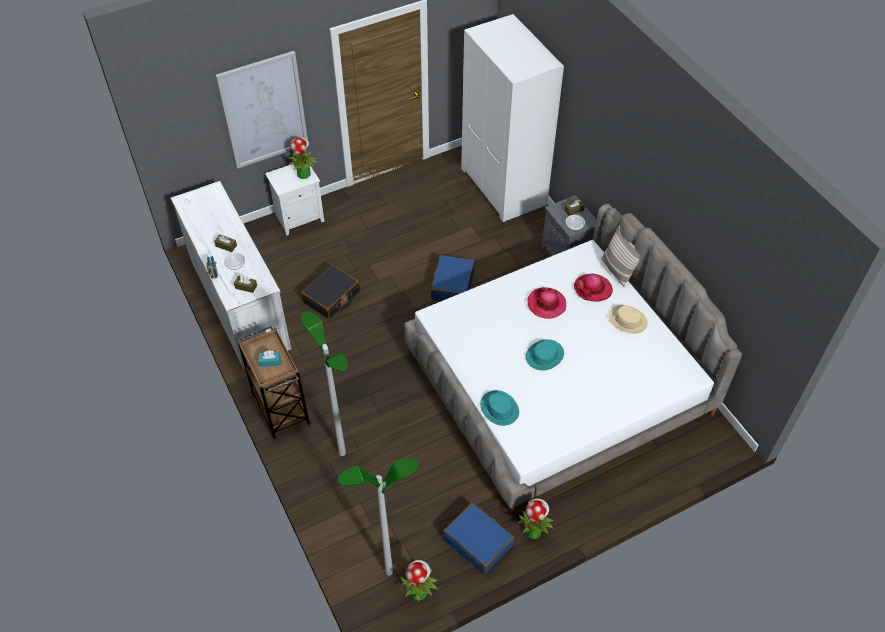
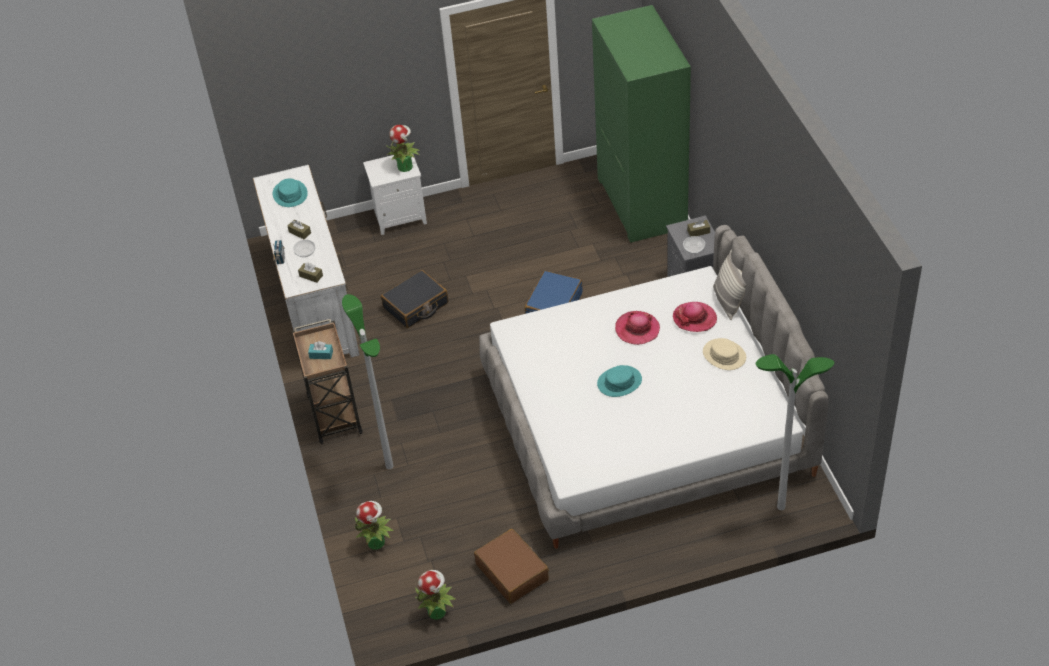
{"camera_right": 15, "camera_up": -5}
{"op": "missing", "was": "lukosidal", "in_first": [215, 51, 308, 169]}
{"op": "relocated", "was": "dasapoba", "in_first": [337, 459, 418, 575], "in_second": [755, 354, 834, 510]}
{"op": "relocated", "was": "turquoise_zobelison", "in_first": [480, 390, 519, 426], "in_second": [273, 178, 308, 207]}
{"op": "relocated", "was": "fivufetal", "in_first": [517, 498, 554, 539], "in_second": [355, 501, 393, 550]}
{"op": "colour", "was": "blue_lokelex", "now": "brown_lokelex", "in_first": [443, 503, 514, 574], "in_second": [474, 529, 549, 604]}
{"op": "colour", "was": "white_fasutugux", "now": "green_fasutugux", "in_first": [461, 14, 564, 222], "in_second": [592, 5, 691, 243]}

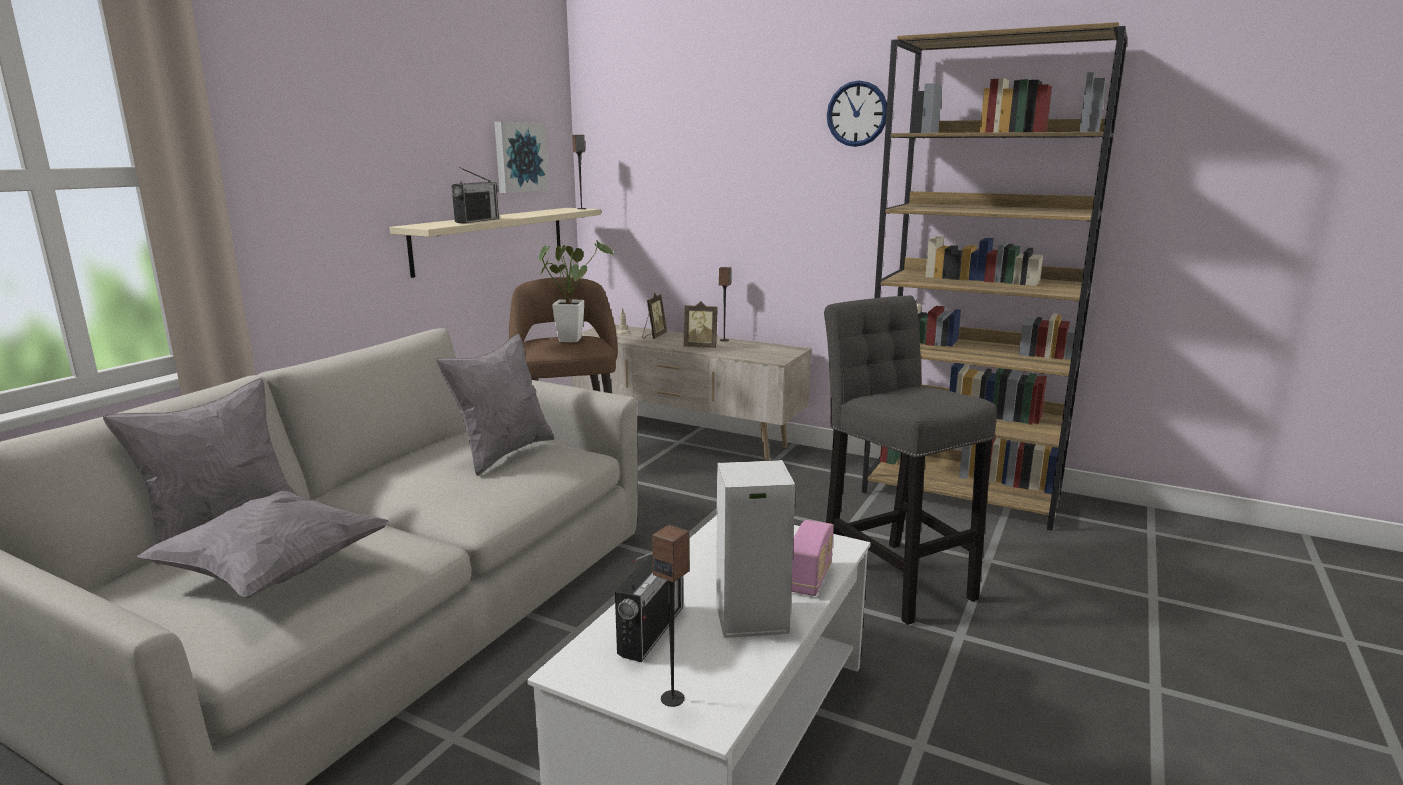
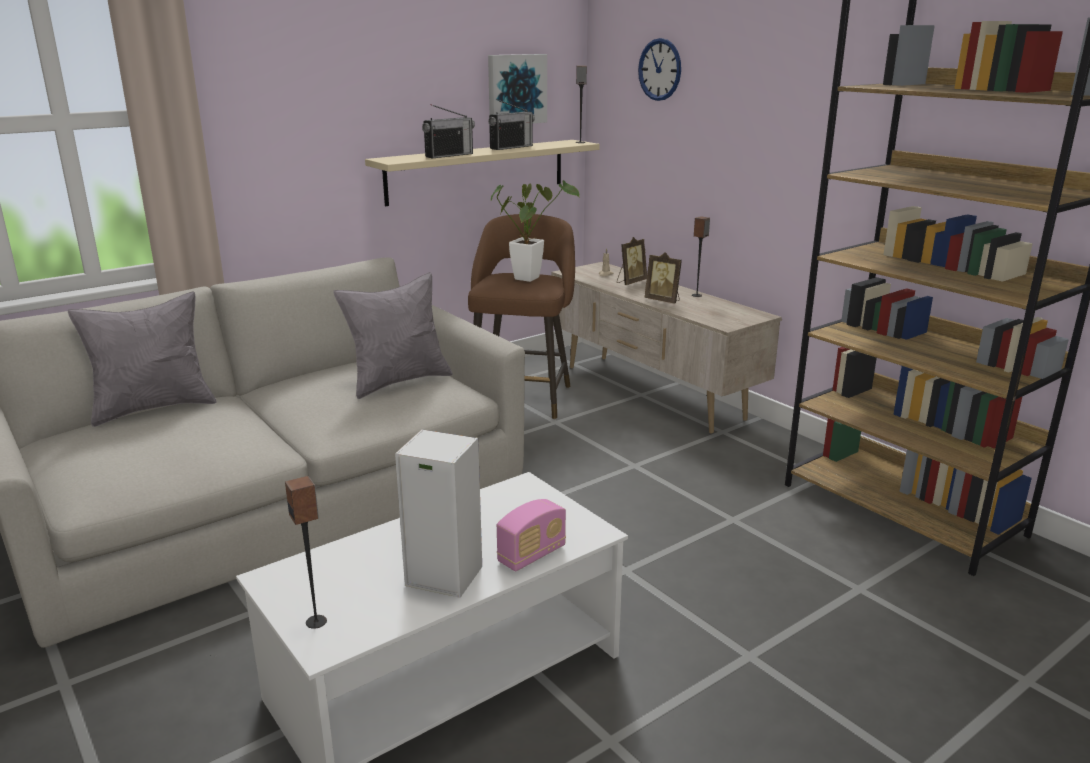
{"camera_right": 25, "camera_up": 5}
{"op": "missing", "was": "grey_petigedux", "in_first": [137, 491, 390, 598]}
{"op": "missing", "was": "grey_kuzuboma", "in_first": [824, 295, 997, 625]}
{"op": "relocated", "was": "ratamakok", "in_first": [615, 552, 683, 662], "in_second": [488, 99, 535, 150]}
{"op": "relocated", "was": "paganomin", "in_first": [827, 80, 887, 147], "in_second": [638, 38, 681, 101]}

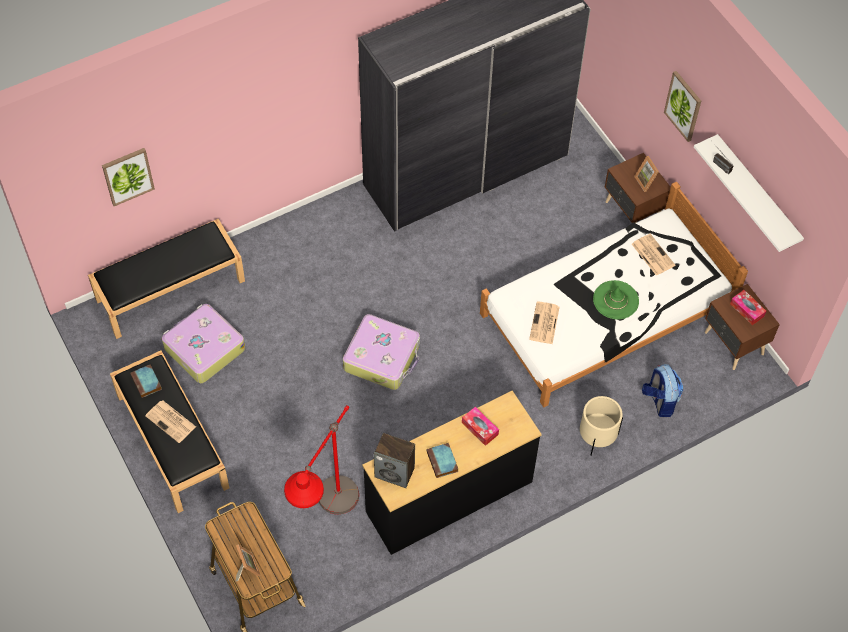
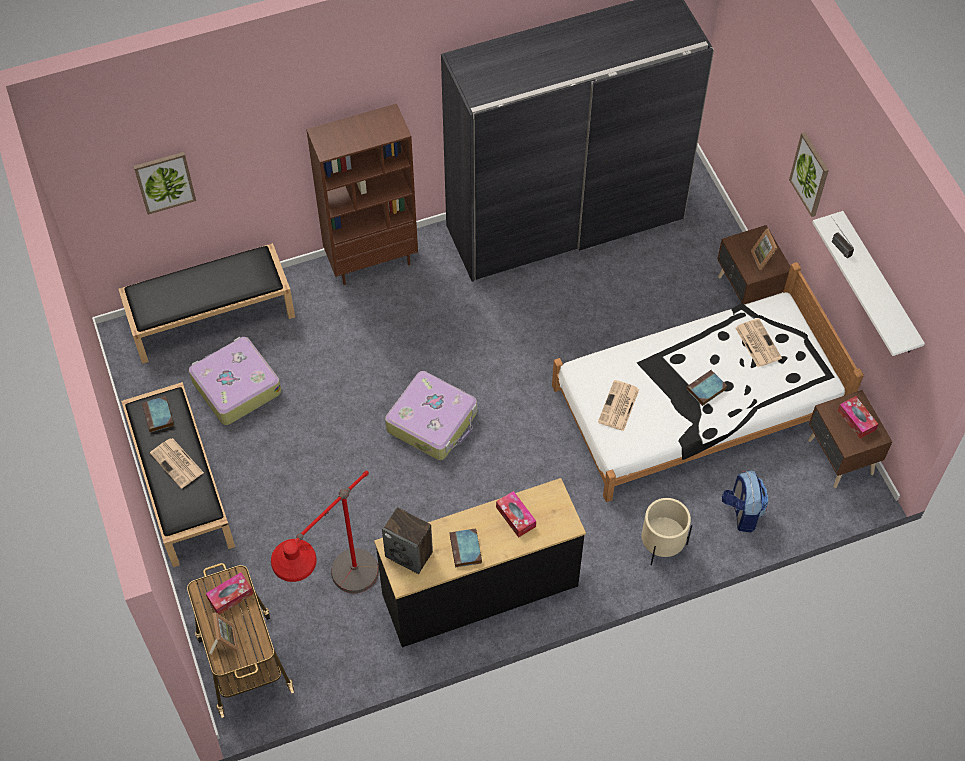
{"camera_right": 10, "camera_up": 0}
{"op": "appeared", "now": "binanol", "in_second": [206, 572, 253, 614]}
{"op": "appeared", "now": "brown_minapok", "in_second": [306, 104, 418, 285]}
{"op": "exchanged", "was": "green_zobelison", "now": "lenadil", "in_first": [593, 280, 639, 319], "in_second": [687, 370, 727, 406]}

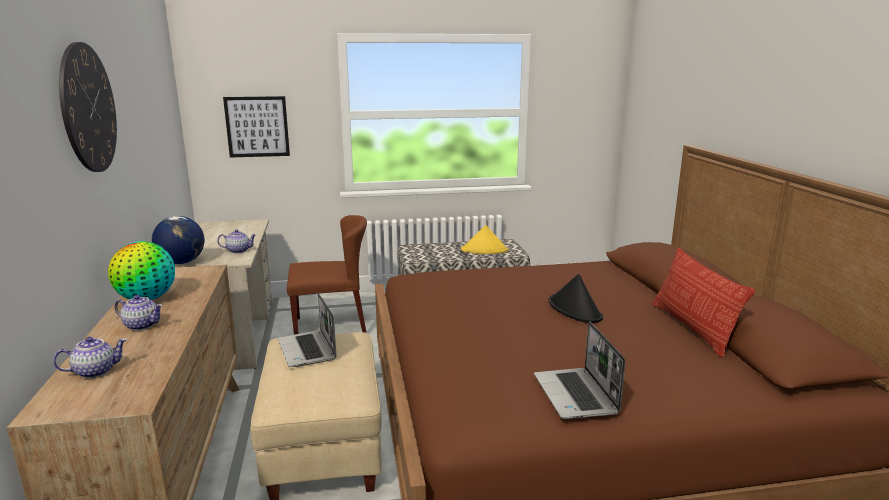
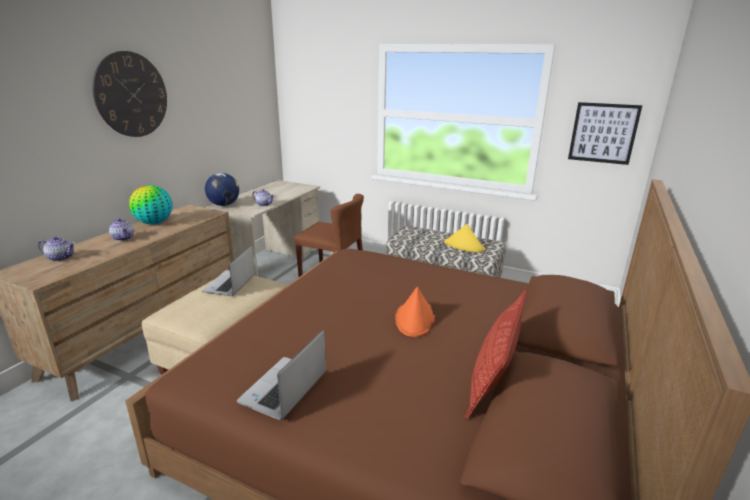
{"camera_right": 35, "camera_up": 5}
{"op": "relocated", "was": "lukosidal", "in_first": [223, 96, 290, 158], "in_second": [568, 102, 642, 165]}
{"op": "colour", "was": "black_zobelison", "now": "orange_zobelison", "in_first": [549, 274, 603, 323], "in_second": [396, 287, 435, 337]}

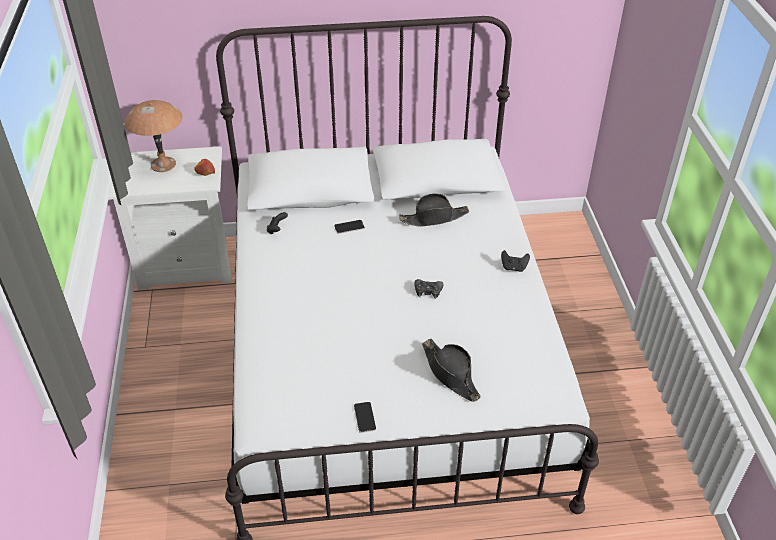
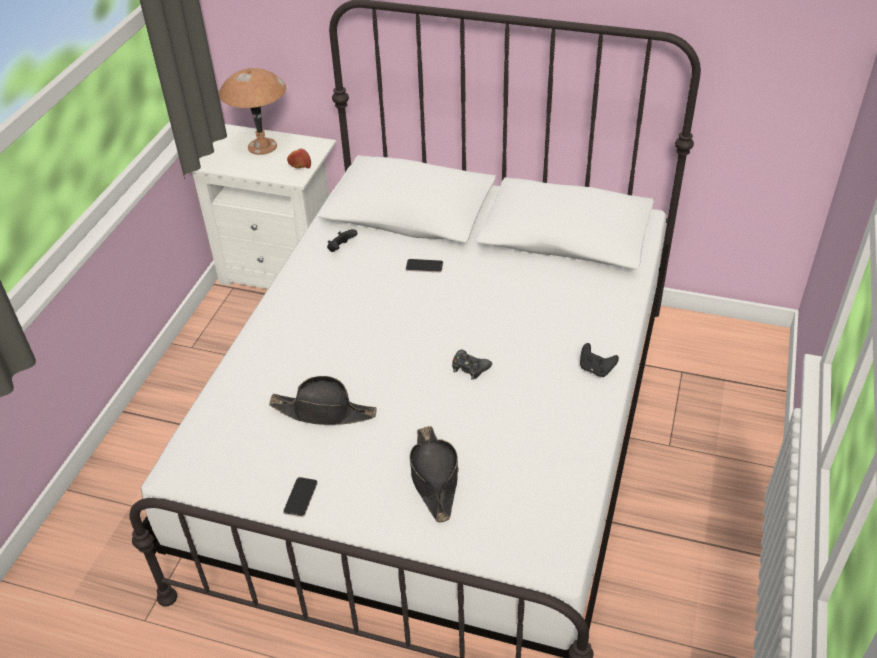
{"camera_right": 25, "camera_up": 0}
{"op": "relocated", "was": "black_zobelison", "in_first": [399, 193, 469, 227], "in_second": [269, 376, 377, 425]}

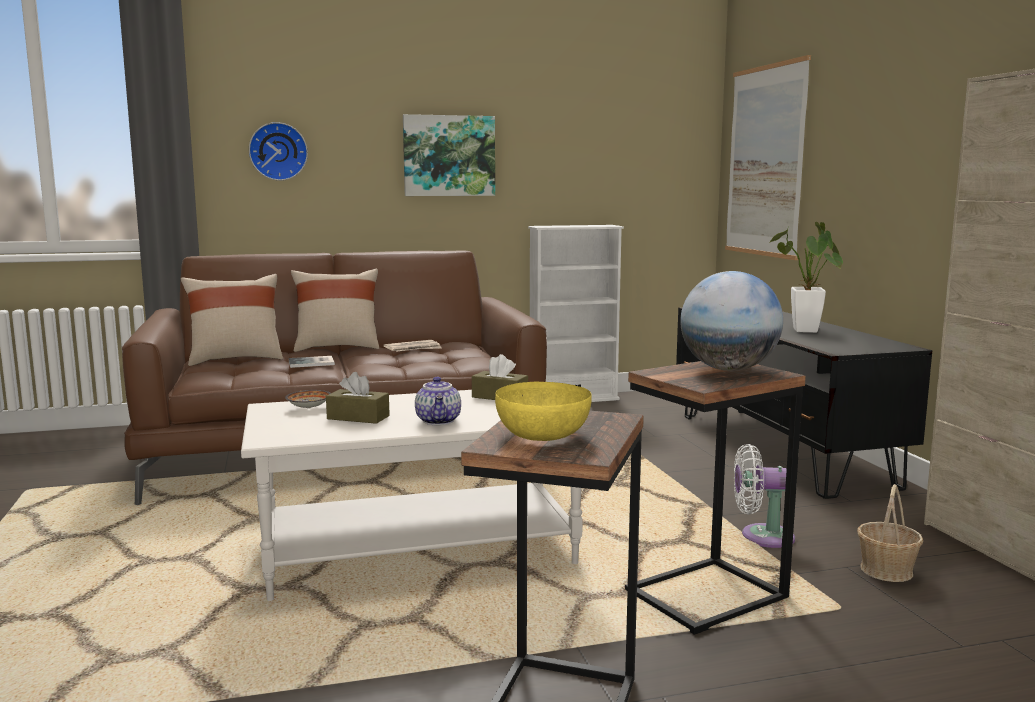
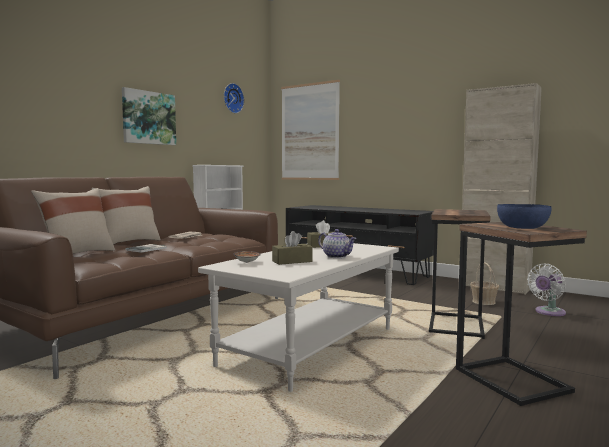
{"camera_right": -40, "camera_up": -5}
{"op": "missing", "was": "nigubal", "in_first": [680, 271, 783, 371]}
{"op": "missing", "was": "fivufetal", "in_first": [769, 222, 843, 333]}
{"op": "relocated", "was": "paganomin", "in_first": [249, 122, 308, 181], "in_second": [224, 83, 244, 113]}
{"op": "relocated", "was": "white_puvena", "in_first": [734, 444, 795, 548], "in_second": [527, 264, 566, 316]}
{"op": "colour", "was": "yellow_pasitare", "now": "blue_pasitare", "in_first": [495, 382, 592, 441], "in_second": [497, 204, 552, 229]}

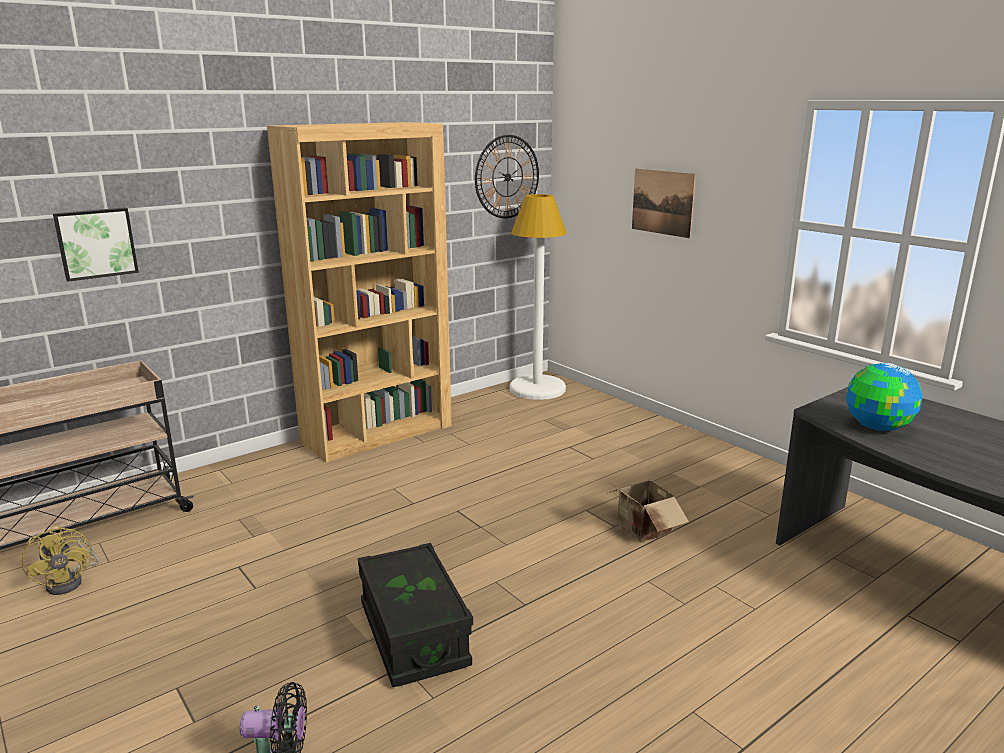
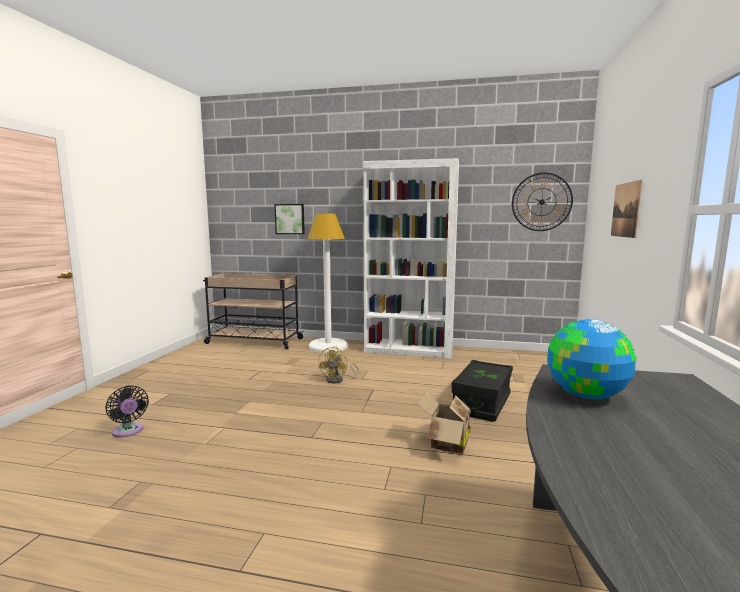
{"camera_right": 50, "camera_up": -10}
{"op": "relocated", "was": "yellow_puvena", "in_first": [22, 525, 100, 595], "in_second": [318, 346, 359, 383]}
{"op": "relocated", "was": "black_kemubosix", "in_first": [358, 543, 473, 687], "in_second": [452, 360, 513, 422]}
{"op": "relocated", "was": "white_dasapoba", "in_first": [510, 194, 567, 400], "in_second": [307, 214, 348, 353]}
{"op": "colour", "was": "brown_minapok", "now": "white_minapok", "in_first": [267, 122, 452, 463], "in_second": [363, 158, 459, 359]}

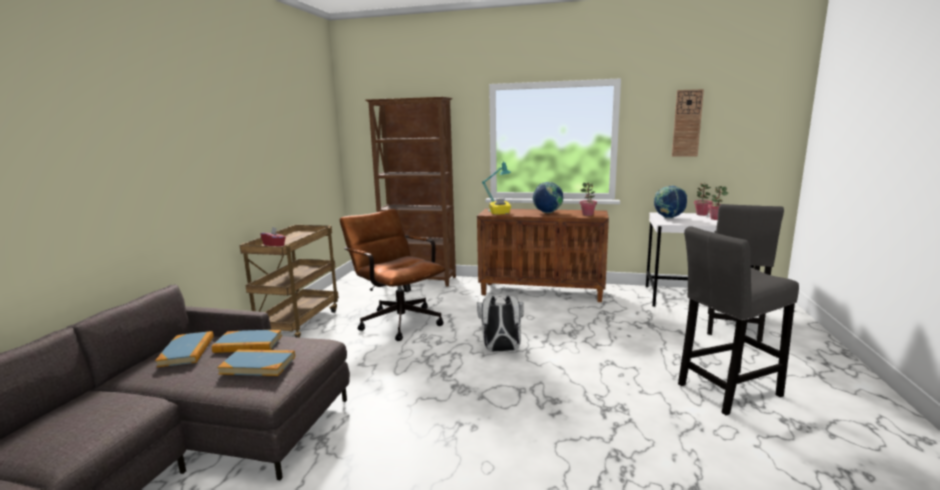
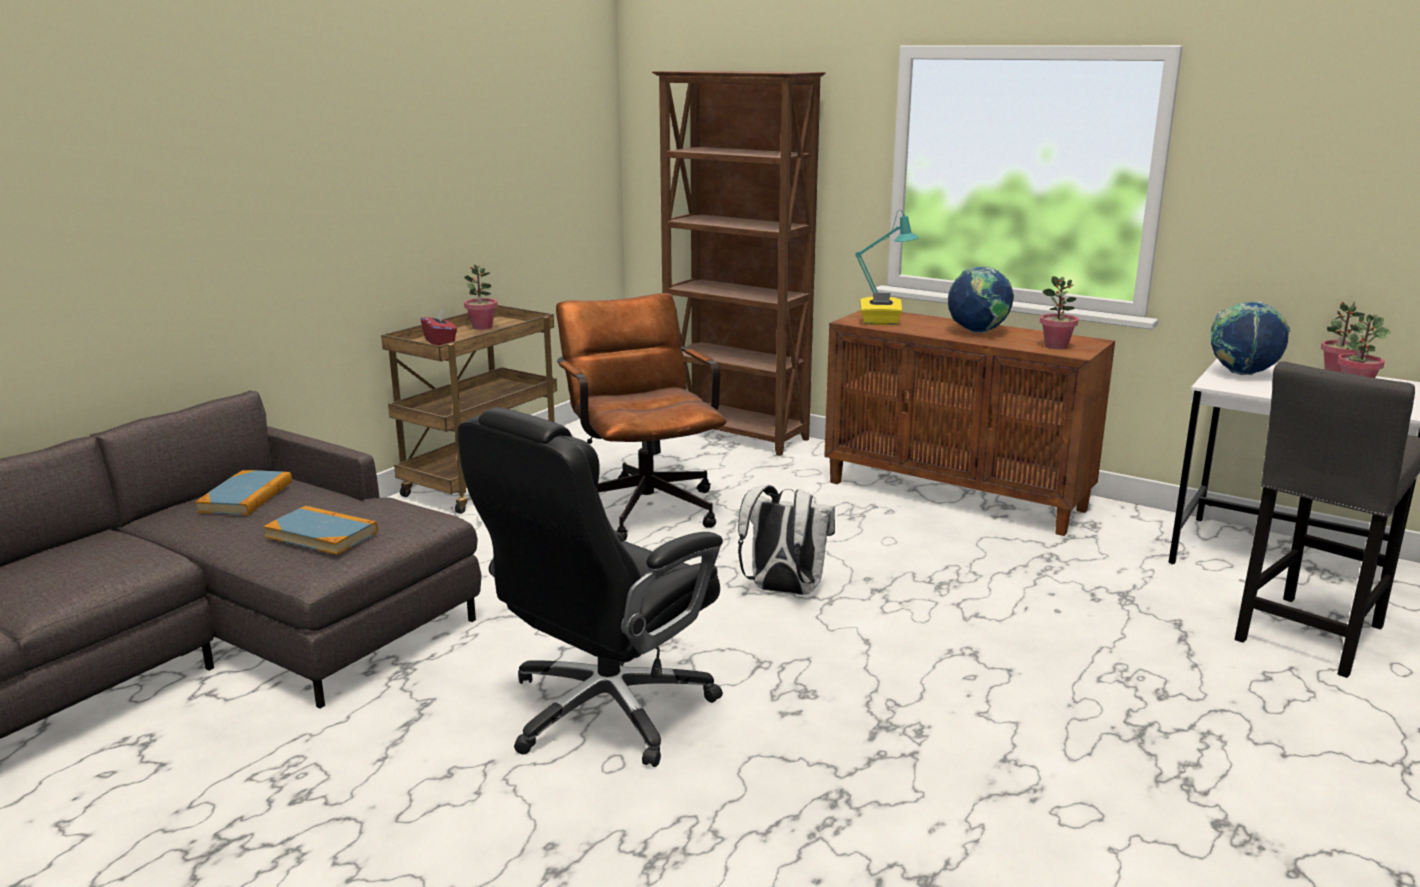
{"camera_right": 20, "camera_up": 5}
{"op": "missing", "was": "lenadil", "in_first": [212, 330, 282, 353]}
{"op": "missing", "was": "paganomin", "in_first": [672, 89, 704, 157]}
{"op": "missing", "was": "grey_kuzuboma", "in_first": [678, 226, 799, 415]}
{"op": "appeared", "now": "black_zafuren", "in_second": [457, 407, 723, 767]}
{"op": "appeared", "now": "fivufetal", "in_second": [464, 265, 498, 330]}

